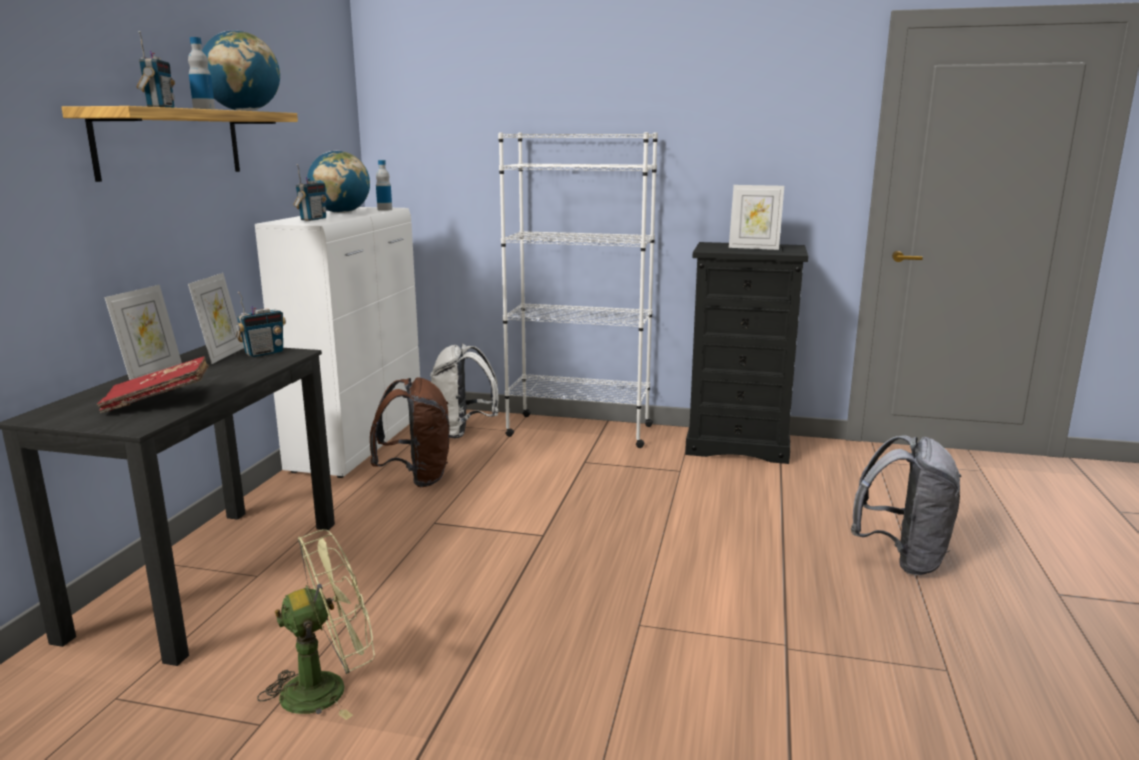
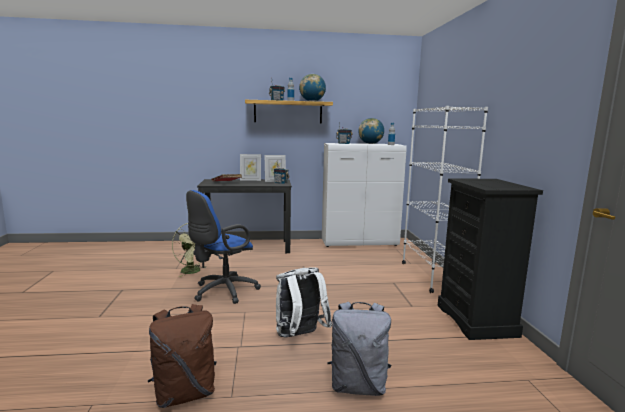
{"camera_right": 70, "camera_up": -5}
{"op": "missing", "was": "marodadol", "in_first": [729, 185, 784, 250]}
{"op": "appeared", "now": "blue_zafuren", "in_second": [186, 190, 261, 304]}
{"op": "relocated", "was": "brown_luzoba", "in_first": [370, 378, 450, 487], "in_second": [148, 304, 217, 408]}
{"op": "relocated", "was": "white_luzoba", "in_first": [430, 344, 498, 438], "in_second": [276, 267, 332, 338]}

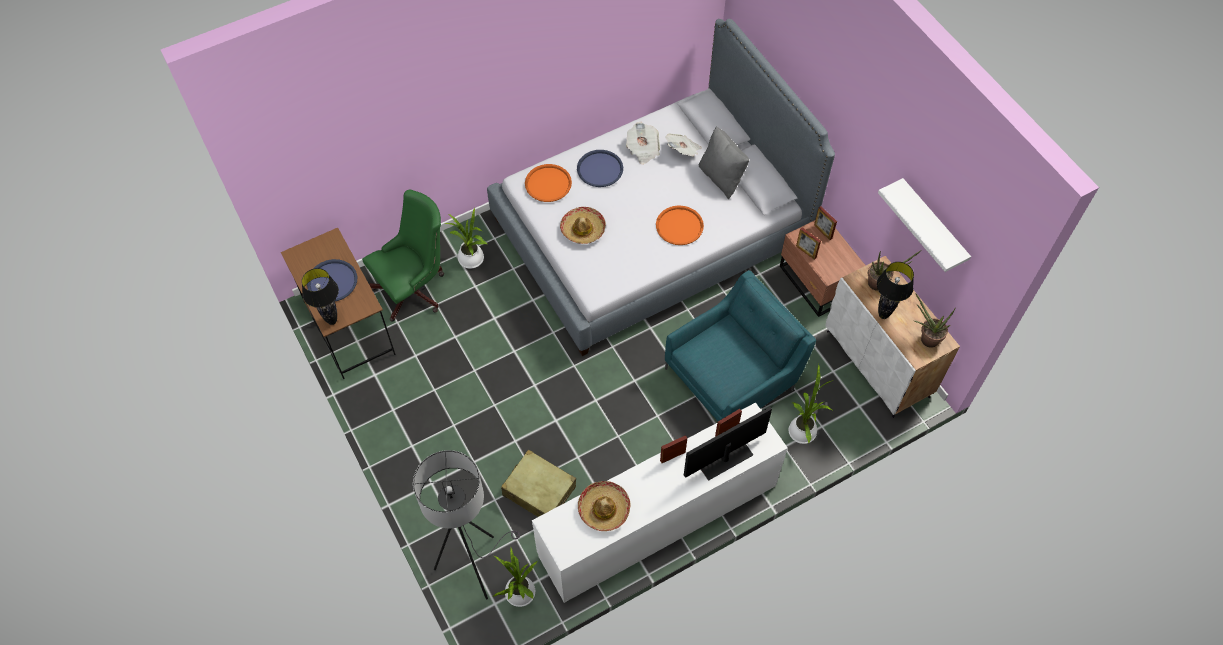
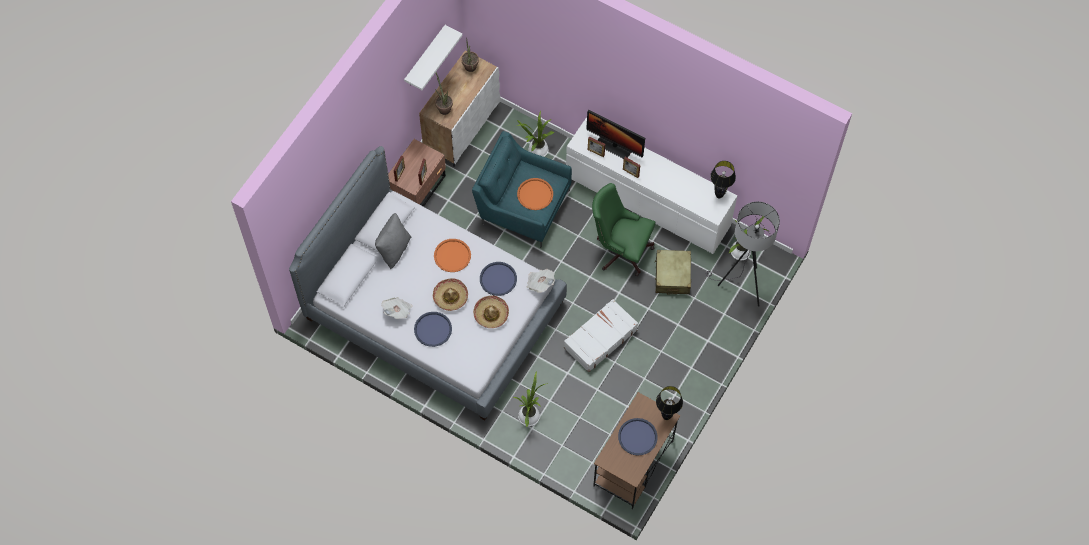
{"camera_right": -120, "camera_up": 5}
{"op": "appeared", "now": "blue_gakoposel", "in_second": [480, 262, 517, 296]}
{"op": "appeared", "now": "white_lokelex", "in_second": [564, 299, 638, 372]}
{"op": "relocated", "was": "green_zafuren", "in_first": [362, 190, 444, 322], "in_second": [592, 183, 655, 276]}
{"op": "relocated", "was": "orange_gakoposel", "in_first": [525, 164, 572, 202], "in_second": [517, 178, 553, 210]}
{"op": "relocated", "was": "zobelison", "in_first": [578, 481, 630, 531], "in_second": [433, 278, 468, 311]}
{"op": "relocated", "was": "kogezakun", "in_first": [665, 134, 702, 157], "in_second": [526, 269, 555, 293]}
{"op": "relocated", "was": "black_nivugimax", "in_first": [877, 262, 914, 319], "in_second": [710, 161, 736, 199]}

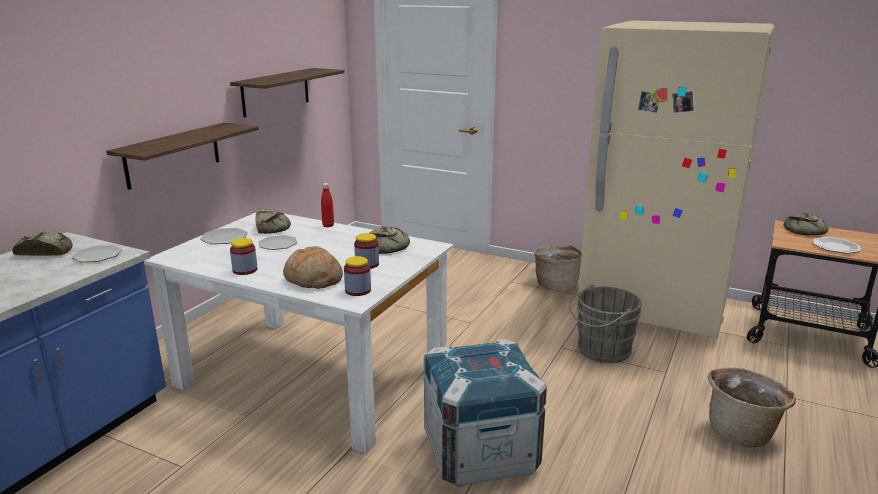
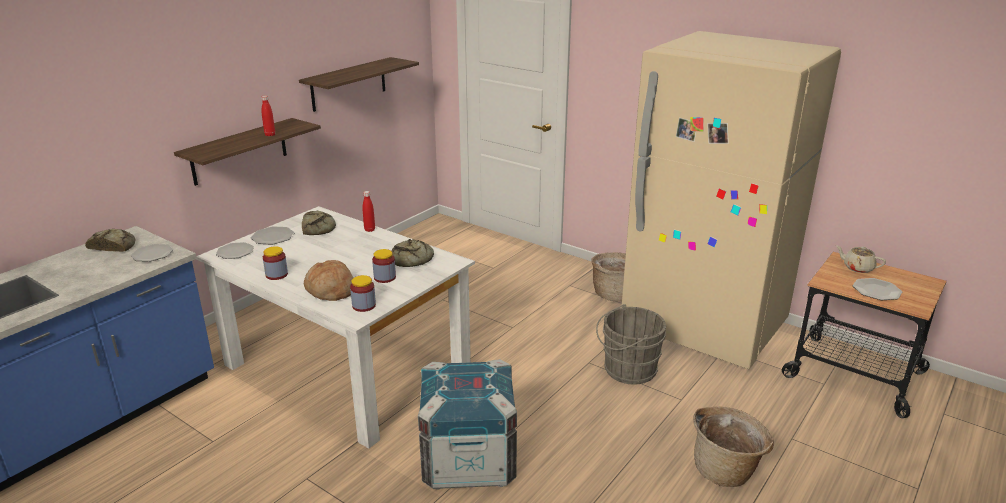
{"camera_right": 10, "camera_up": 5}
{"op": "appeared", "now": "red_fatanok", "in_second": [261, 95, 275, 136]}
{"op": "relocated", "was": "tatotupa", "in_first": [258, 235, 298, 250], "in_second": [216, 242, 254, 259]}
{"op": "exchanged", "was": "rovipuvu", "now": "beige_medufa", "in_first": [784, 212, 828, 235], "in_second": [835, 245, 886, 273]}

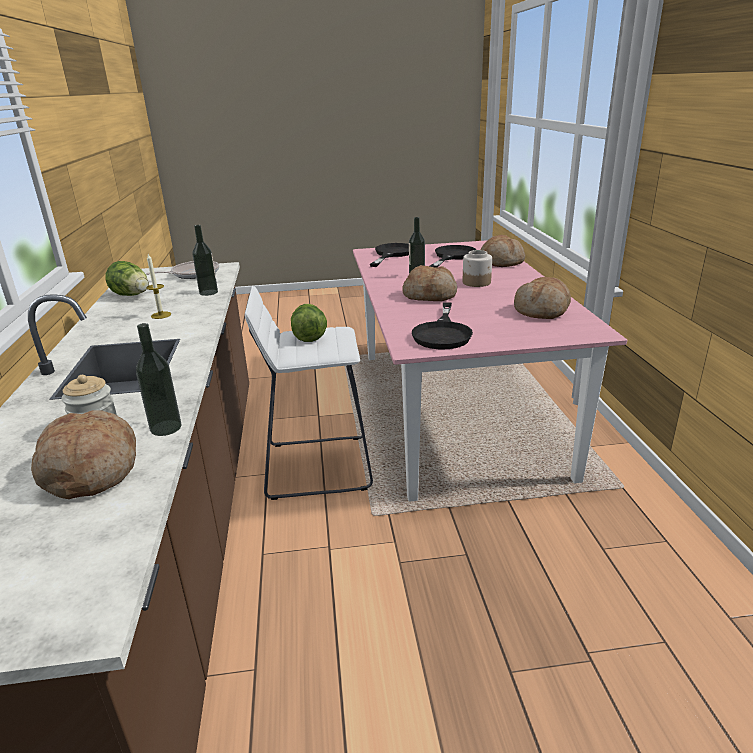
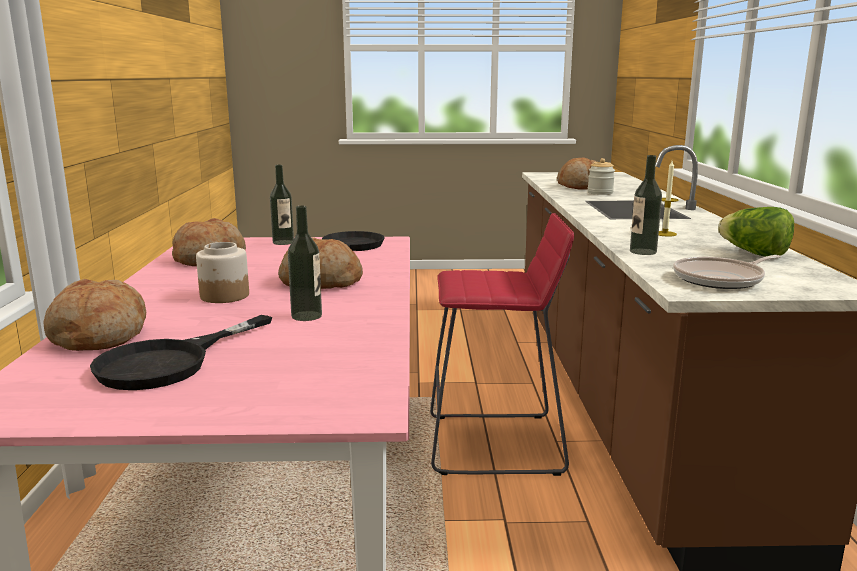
{"camera_right": -175, "camera_up": -10}
{"op": "missing", "was": "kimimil", "in_first": [291, 304, 327, 342]}
{"op": "missing", "was": "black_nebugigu", "in_first": [370, 243, 409, 267]}
{"op": "relocated", "was": "fatanok", "in_first": [136, 323, 181, 436], "in_second": [270, 165, 294, 245]}
{"op": "colour", "was": "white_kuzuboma", "now": "red_kuzuboma", "in_first": [245, 286, 373, 500], "in_second": [430, 213, 574, 476]}

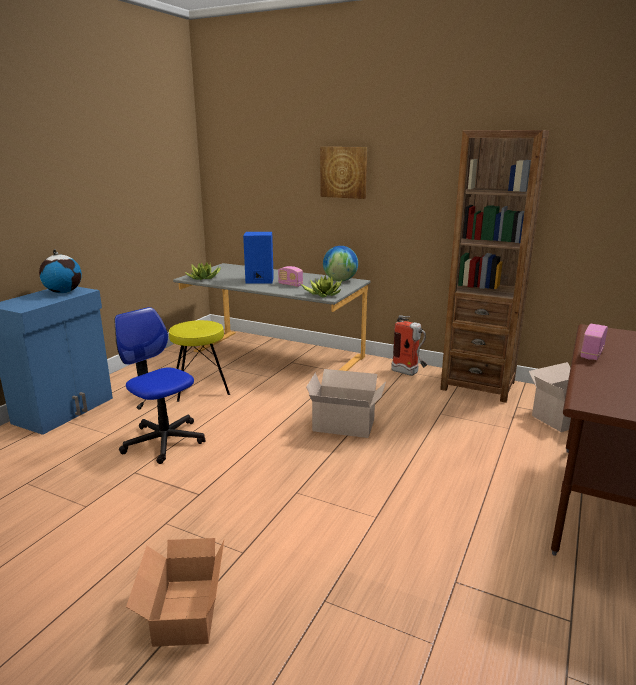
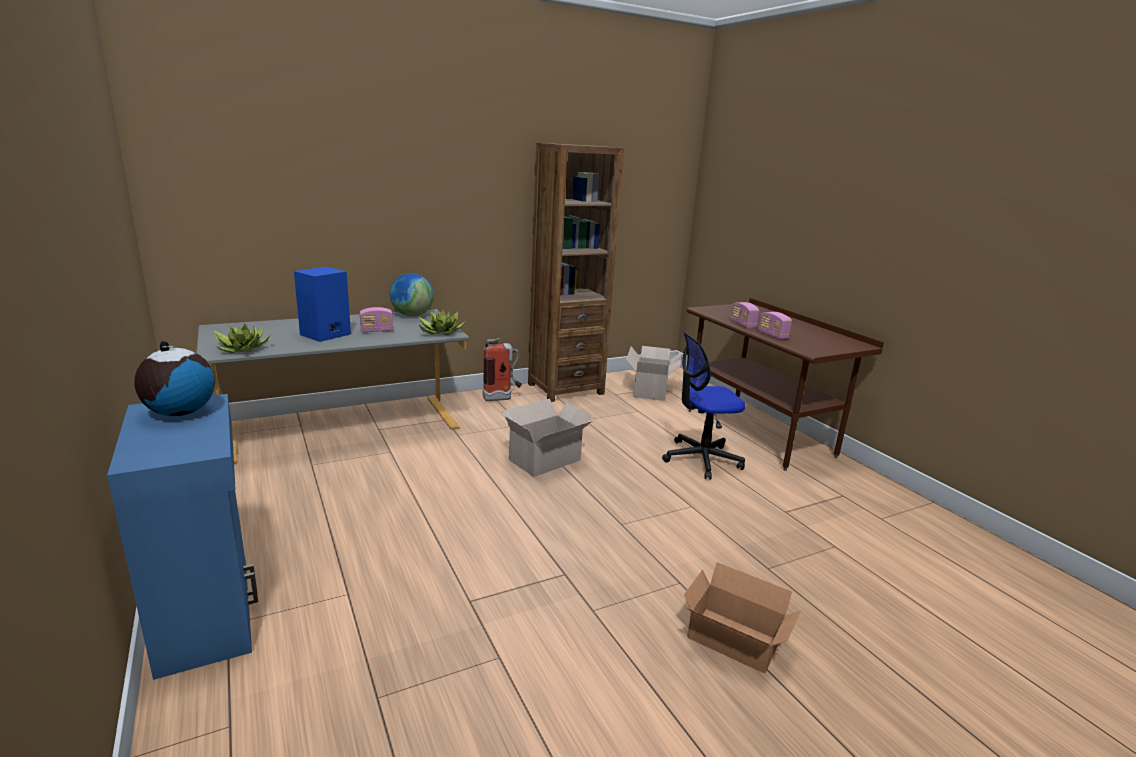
{"camera_right": -55, "camera_up": 0}
{"op": "missing", "was": "yellow_kuzuboma", "in_first": [169, 320, 230, 402]}
{"op": "missing", "was": "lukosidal", "in_first": [320, 147, 367, 199]}
{"op": "appeared", "now": "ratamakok", "in_second": [758, 312, 792, 339]}
{"op": "relocated", "was": "zafuren", "in_first": [114, 307, 205, 464], "in_second": [662, 332, 746, 479]}

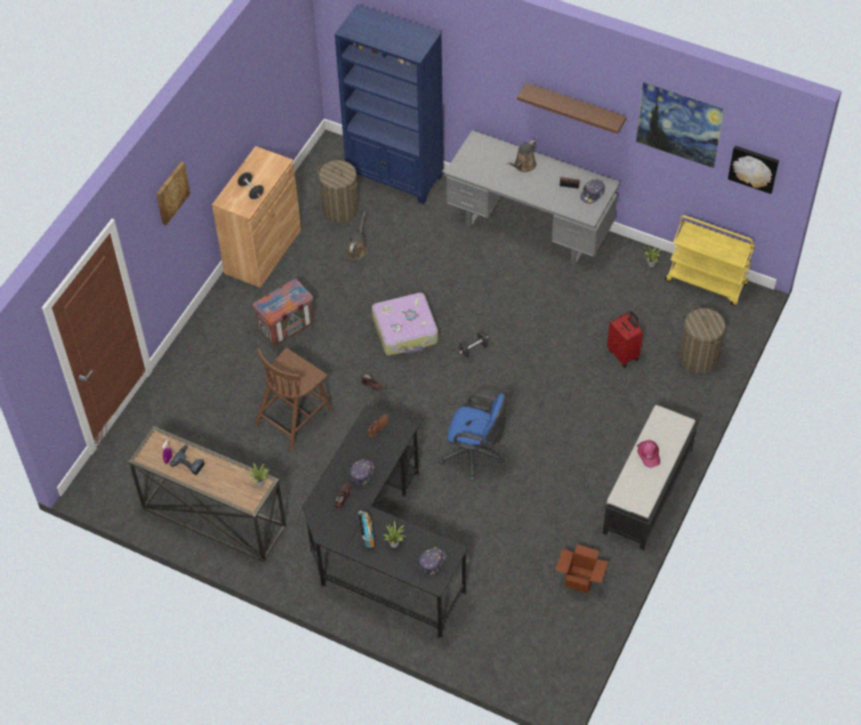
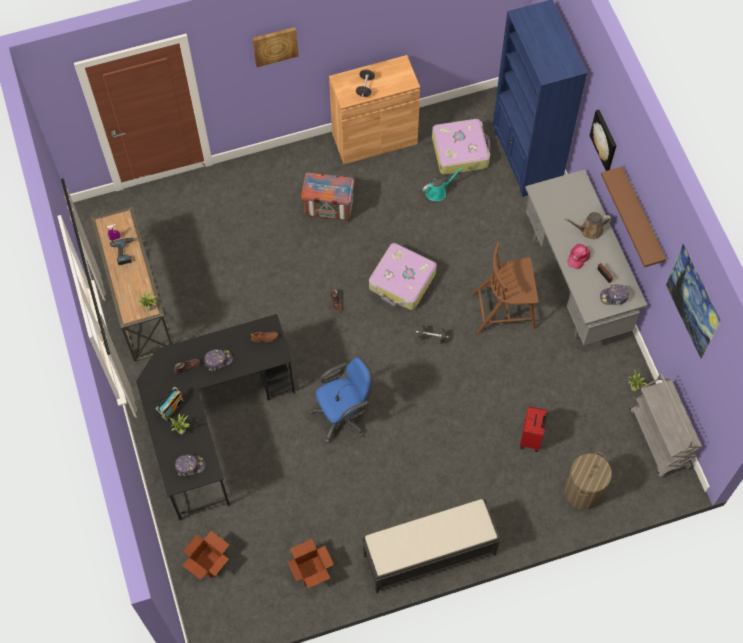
{"camera_right": 45, "camera_up": 10}
{"op": "appeared", "now": "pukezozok", "in_second": [182, 531, 229, 580]}
{"op": "relocated", "was": "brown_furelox", "in_first": [255, 348, 333, 451], "in_second": [471, 243, 538, 334]}
{"op": "relocated", "was": "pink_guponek", "in_first": [637, 440, 660, 468], "in_second": [567, 244, 590, 269]}
{"op": "relocated", "was": "lukosidal", "in_first": [728, 146, 779, 194], "in_second": [589, 110, 617, 171]}
{"op": "exchanged", "was": "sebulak", "now": "lokelex", "in_first": [317, 160, 359, 223], "in_second": [432, 119, 490, 175]}
{"op": "colour", "was": "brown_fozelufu", "now": "turquoise_fozelufu", "in_first": [346, 212, 367, 260], "in_second": [422, 168, 463, 201]}
{"op": "colour", "was": "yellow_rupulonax", "now": "grey_rupulonax", "in_first": [665, 215, 755, 305], "in_second": [630, 374, 702, 477]}
{"op": "spun", "was": "blue_zafuren", "in_first": [439, 393, 506, 481], "in_second": [310, 357, 372, 443], "clockwise": -90}

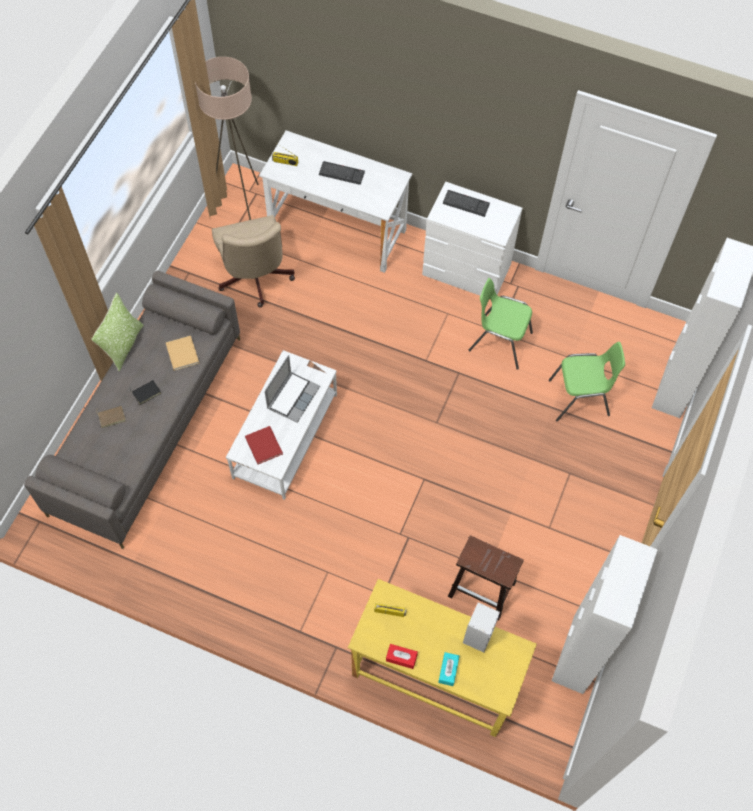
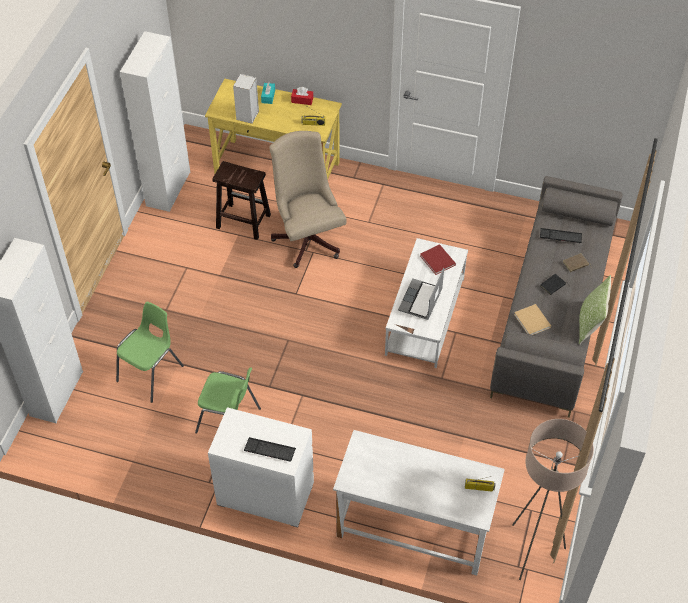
{"camera_right": 175, "camera_up": -10}
{"op": "relocated", "was": "beige_zafuren", "in_first": [212, 215, 295, 308], "in_second": [269, 131, 347, 268]}
{"op": "relocated", "was": "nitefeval", "in_first": [319, 161, 365, 185], "in_second": [540, 228, 582, 243]}
{"op": "spun", "was": "green_furelox", "in_first": [549, 342, 625, 422], "in_second": [116, 301, 184, 403], "clockwise": 135}

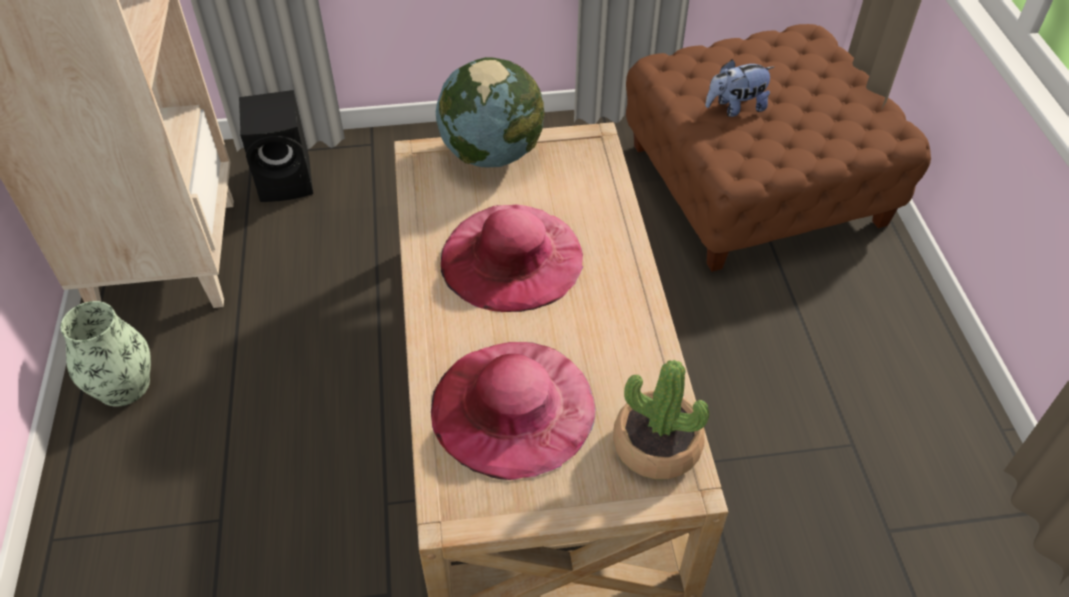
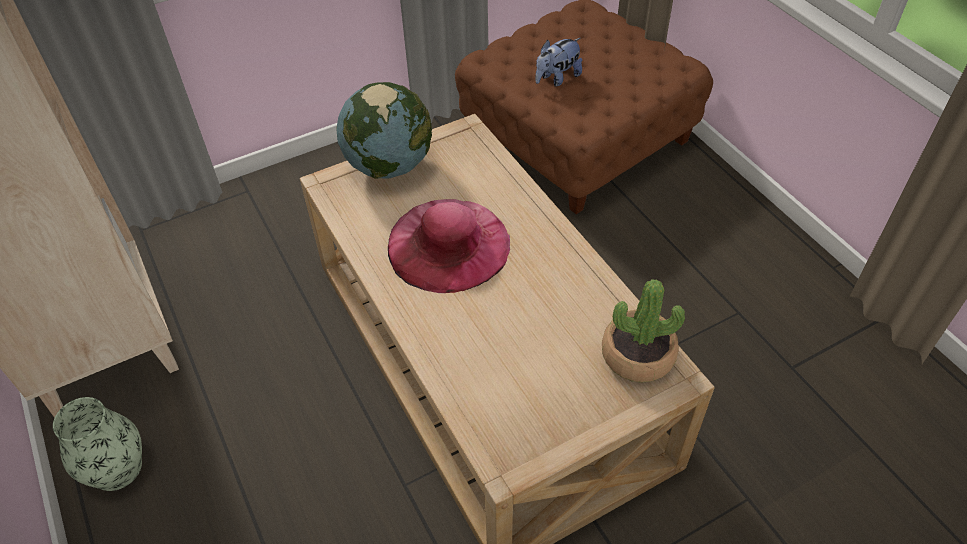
{"camera_right": -20, "camera_up": 0}
{"op": "missing", "was": "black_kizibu", "in_first": [239, 90, 313, 202]}
{"op": "missing", "was": "pink_zobelison", "in_first": [431, 342, 596, 480]}

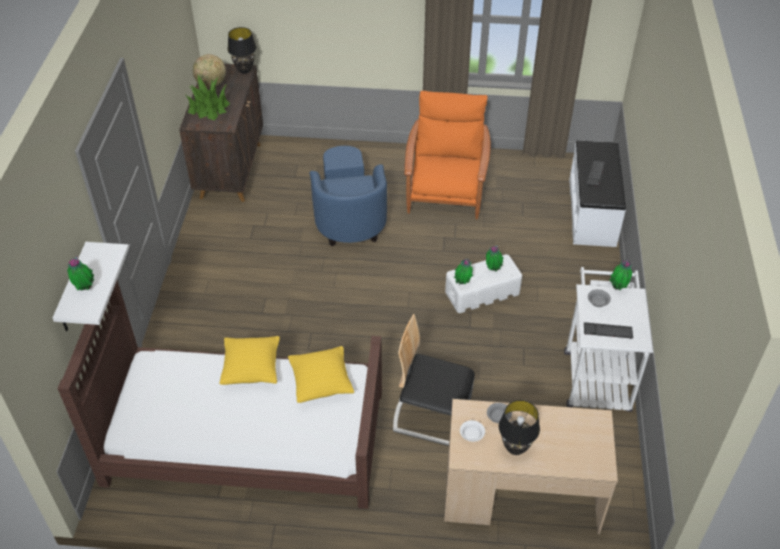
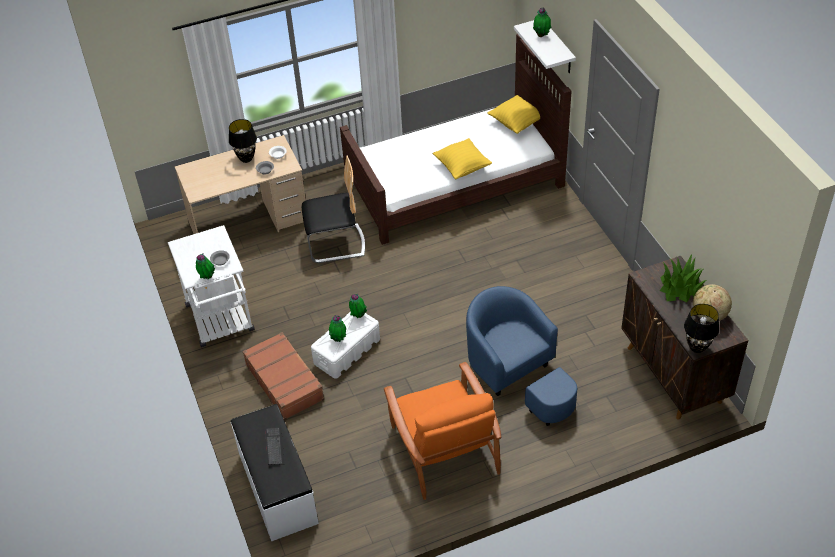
{"camera_right": 155, "camera_up": 0}
{"op": "missing", "was": "nitefeval", "in_first": [584, 322, 633, 339]}
{"op": "appeared", "now": "brown_lokelex", "in_second": [242, 332, 324, 420]}
{"op": "relocated", "was": "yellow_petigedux", "in_first": [288, 346, 354, 403], "in_second": [487, 95, 540, 134]}

